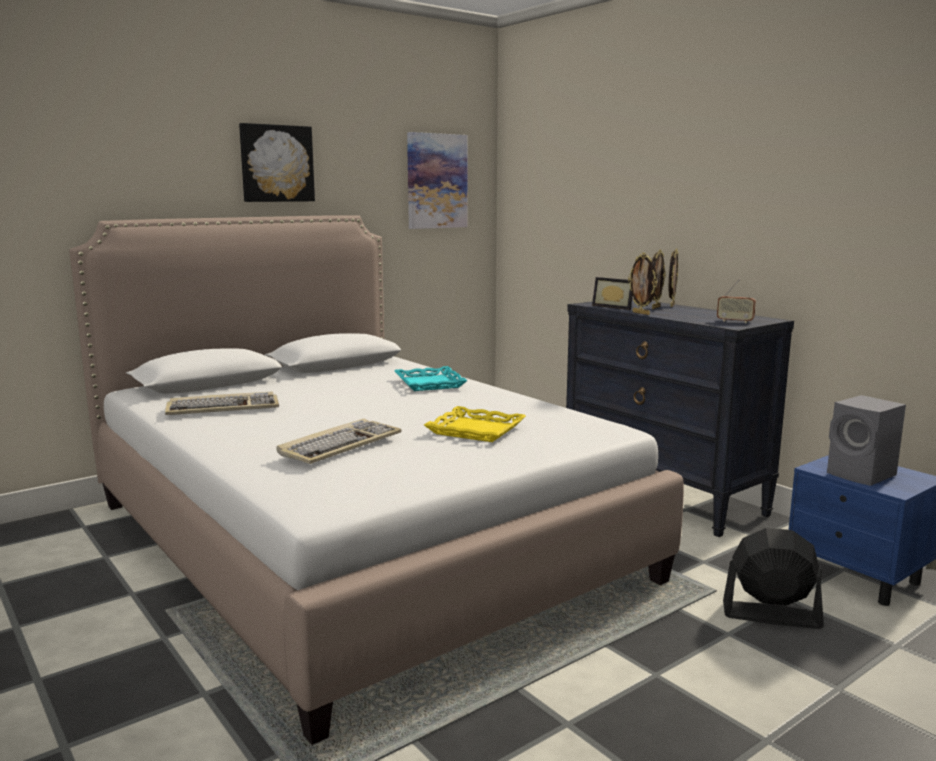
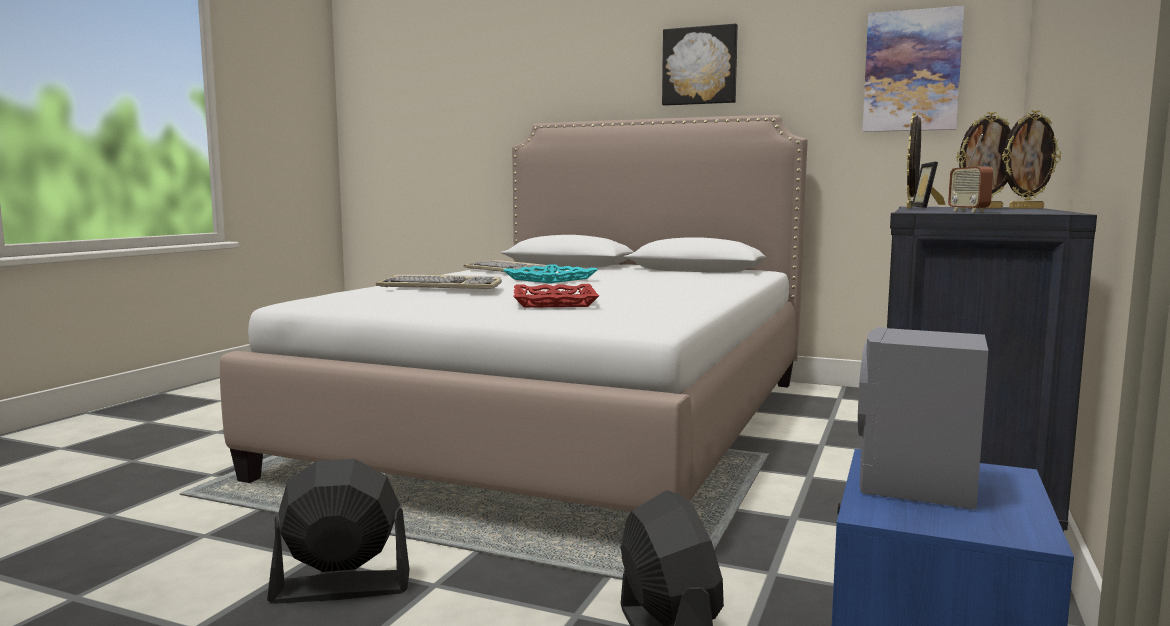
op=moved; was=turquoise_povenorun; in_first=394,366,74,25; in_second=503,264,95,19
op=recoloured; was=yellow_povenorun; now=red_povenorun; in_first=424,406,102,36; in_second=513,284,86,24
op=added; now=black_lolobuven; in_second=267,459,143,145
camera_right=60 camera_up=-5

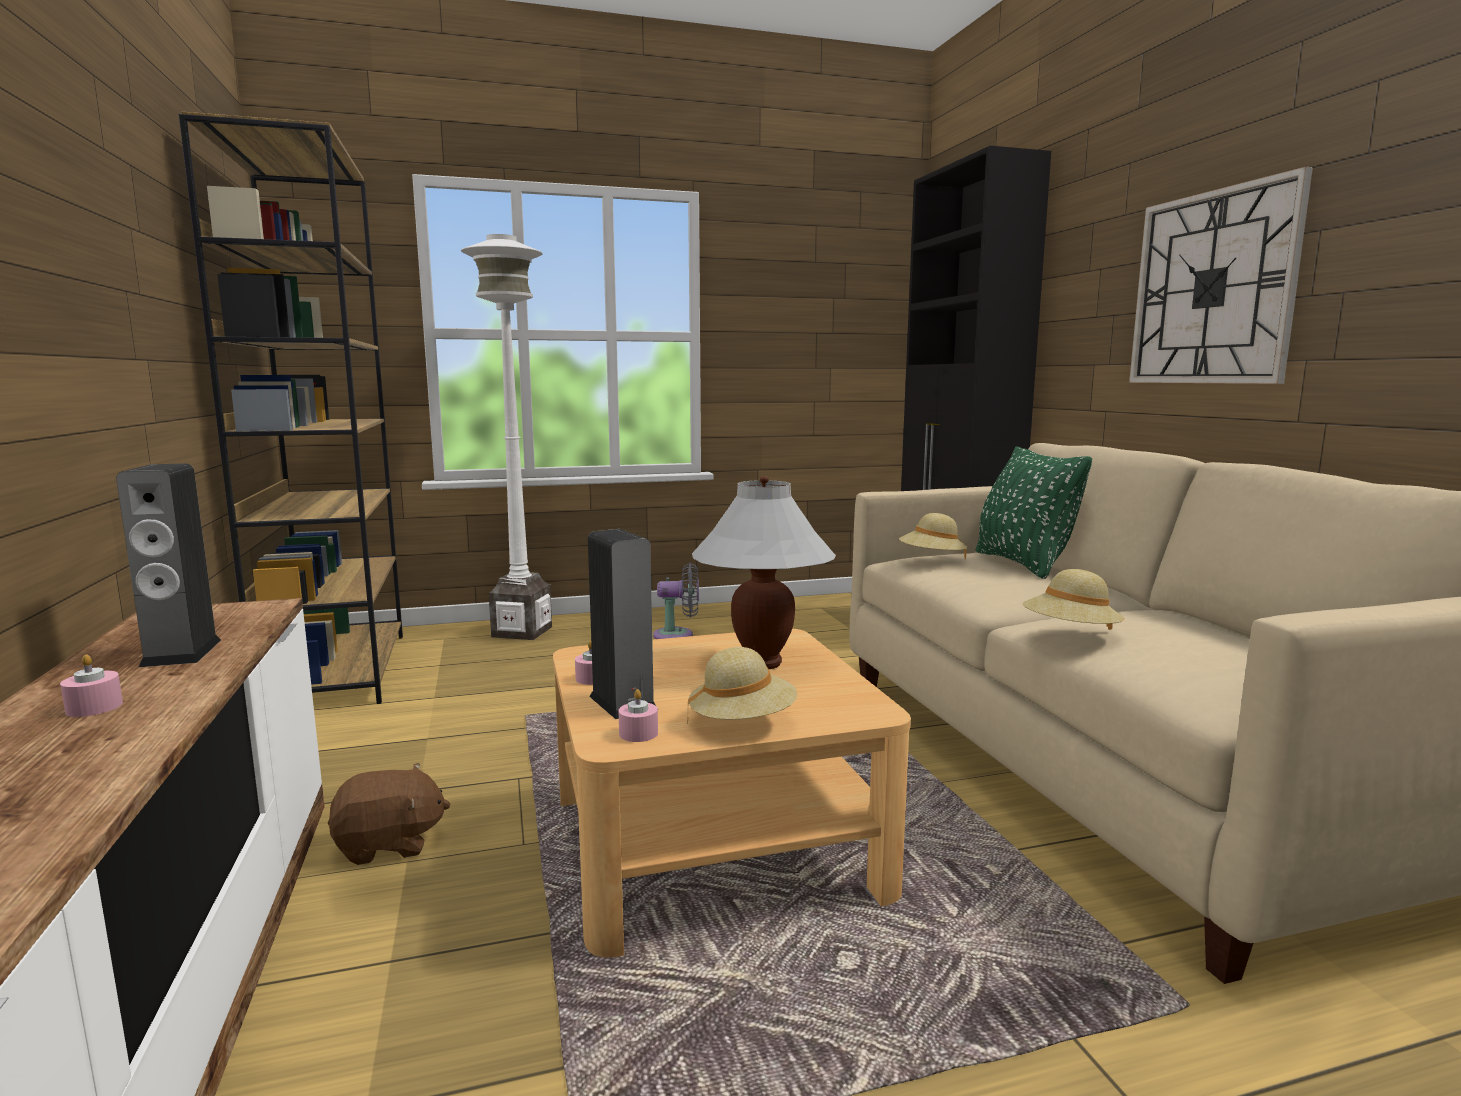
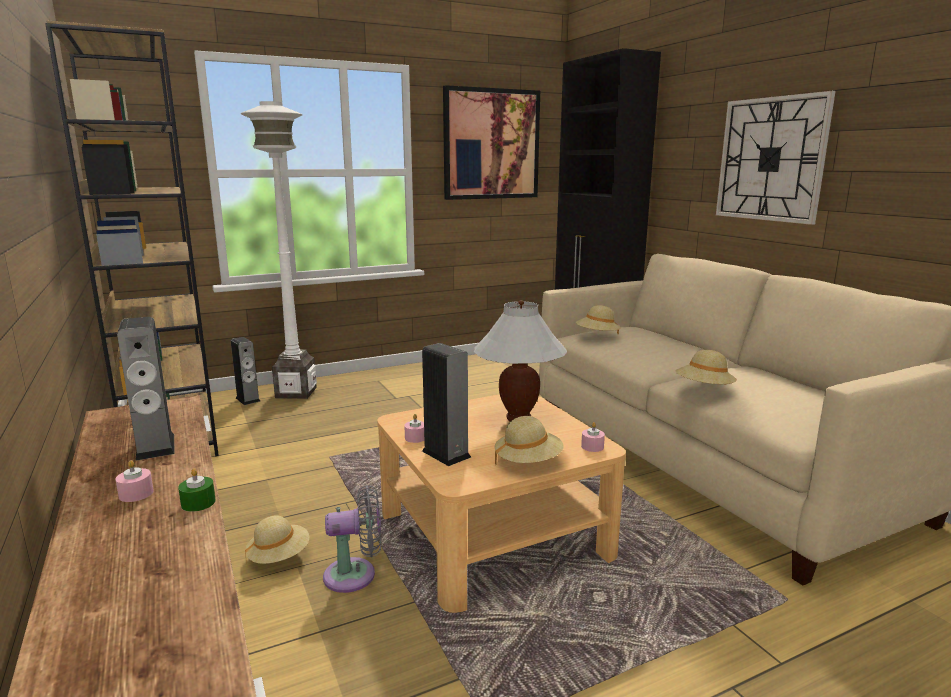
op=removed; was=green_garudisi; in_first=975,447,117,132
op=moved; was=grey_lolobuven; in_first=653,563,46,76; in_second=323,485,58,108
op=moved; was=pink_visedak; in_first=618,689,40,53; in_second=581,422,24,30
op=replaced; was=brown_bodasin; now=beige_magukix; in_first=328,763,122,102; in_second=245,515,65,49
op=added; now=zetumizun; in_second=443,85,97,115
op=added; now=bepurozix; in_second=231,337,29,68
op=added; now=green_visedak; in_second=178,468,38,44
camera_right=-10 camera_up=5

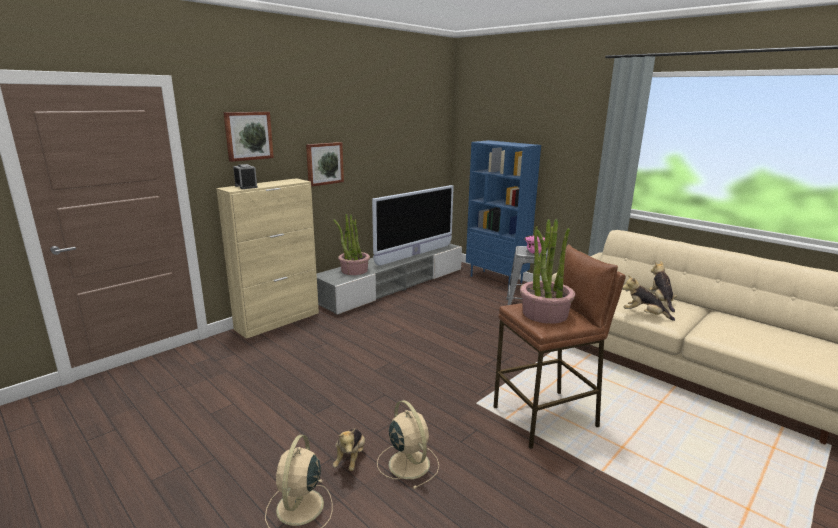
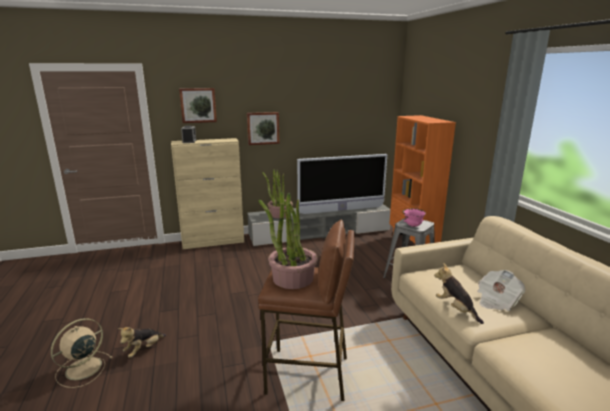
op=recoloured; was=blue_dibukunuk; now=orange_dibukunuk; in_first=466,140,75,148; in_second=389,115,67,129
op=replaced; was=bodasin; now=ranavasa; in_first=649,261,28,51; in_second=477,270,49,41
op=removed; was=beige_lolobuven; in_first=377,400,62,89
camera_right=30 camera_up=0

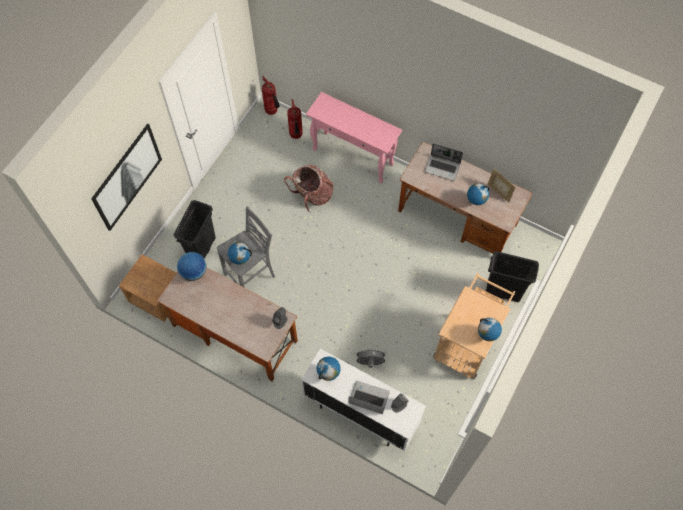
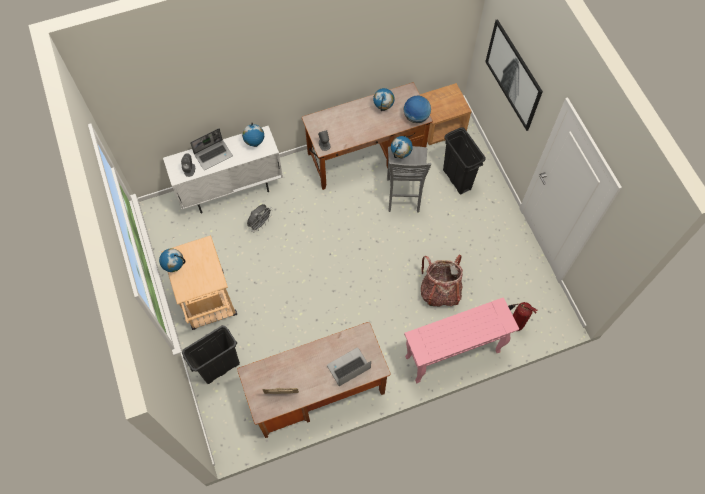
op=removed; was=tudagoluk; in_first=262,76,18,39
op=moved; was=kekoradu; in_first=467,183,22,22; in_second=373,88,21,23
camera_right=130 camera_up=0

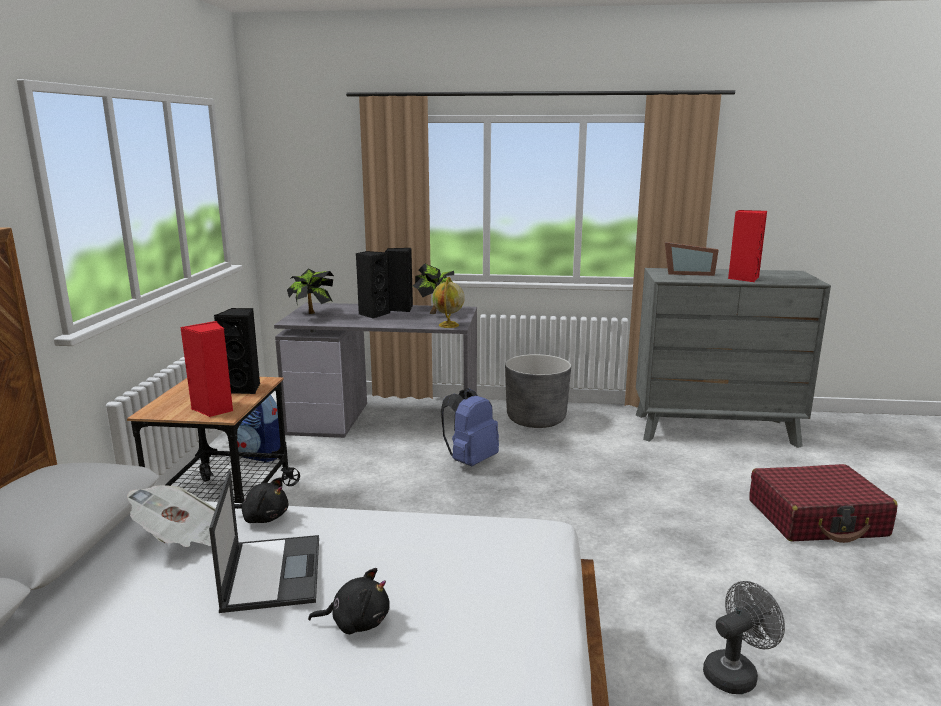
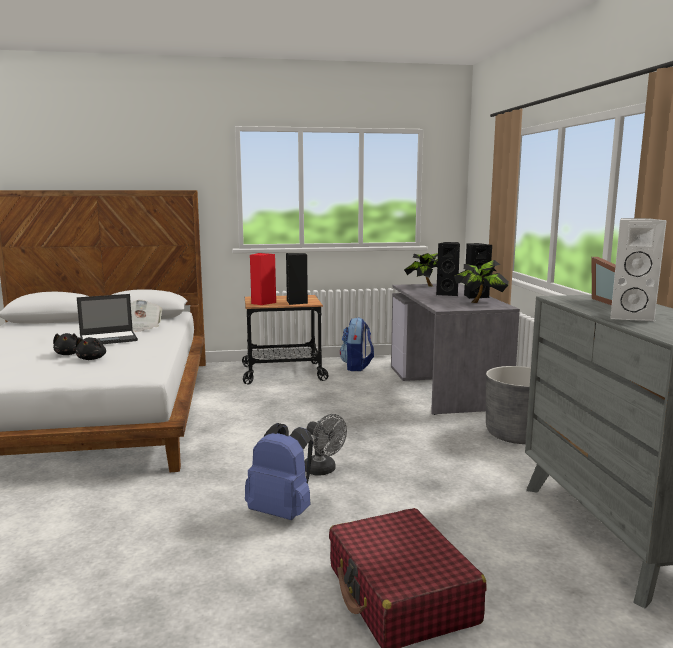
op=recoloured; was=red_bepurozix; now=white_bepurozix; in_first=728,210,39,72; in_second=610,218,57,103
op=removed; was=kekoradu; in_first=432,277,33,51
op=moved; was=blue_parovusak; in_first=441,388,58,78; in_second=245,423,68,97
op=moved; was=black_bodasin; in_first=234,477,54,46; in_second=76,337,30,23
op=moved; was=grey_lolobuven; in_first=703,581,82,113; in_second=304,414,43,61
camera_right=75 camera_up=-5

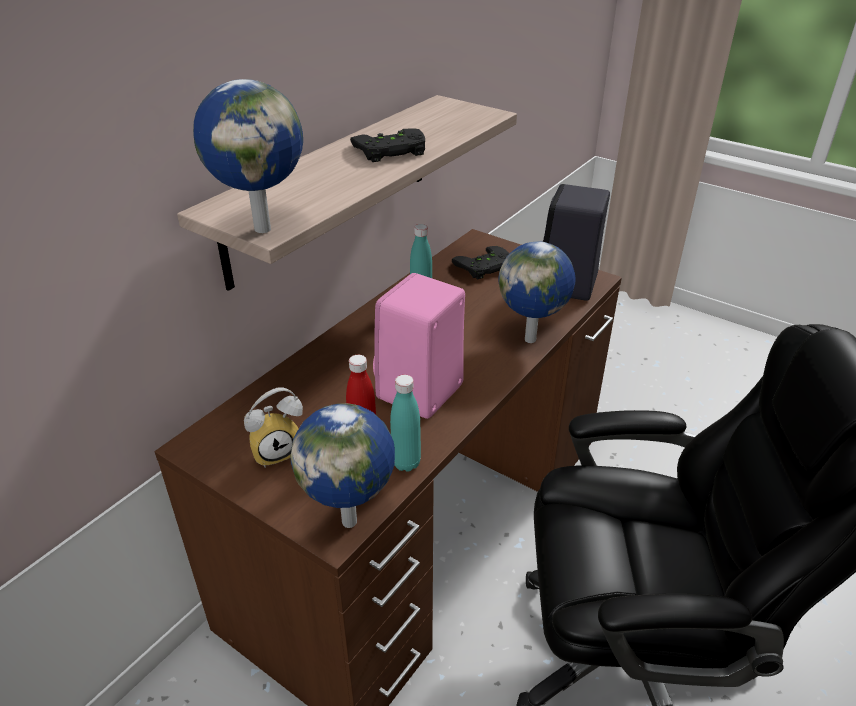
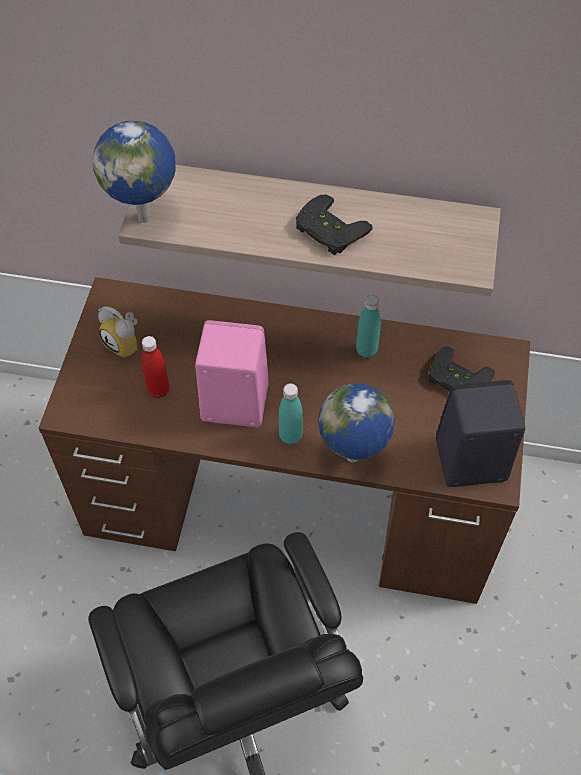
op=moved; was=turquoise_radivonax; in_first=390,375,31,97; in_second=279,383,24,62
op=removed; was=kekoradu; in_first=291,403,104,125
camera_right=65 camera_up=20

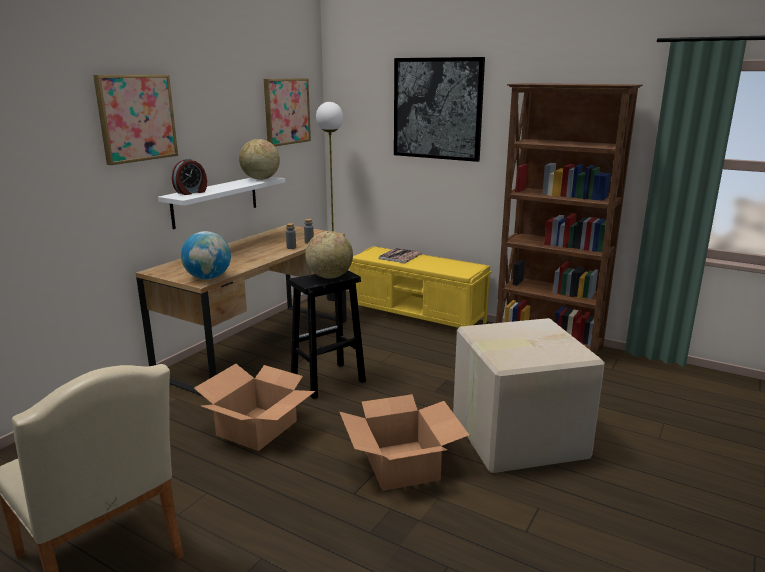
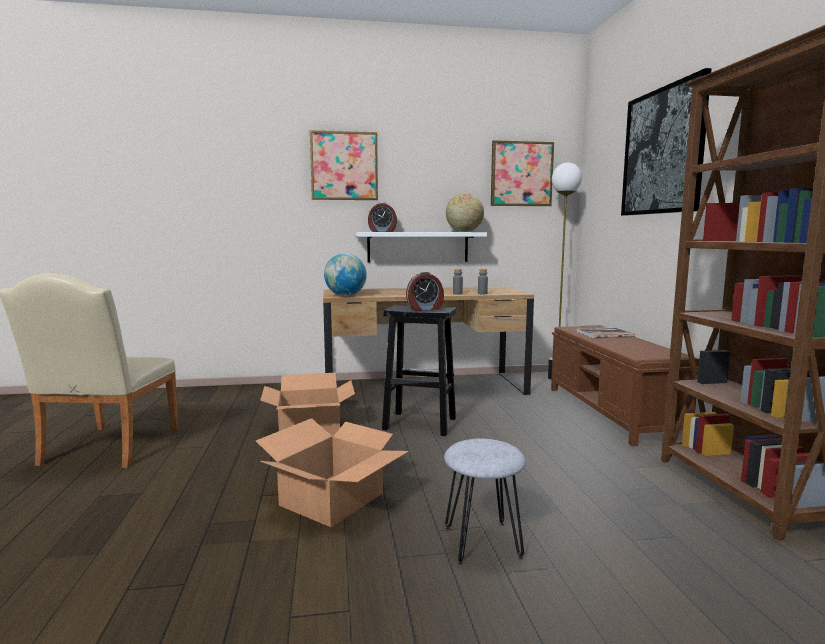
op=replaced; was=kekoradu; now=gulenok; in_first=305,231,48,48; in_second=406,272,38,39
op=recoloured; was=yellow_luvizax; now=brown_luvizax; in_first=350,246,142,82; in_second=551,325,148,121
op=replaced; was=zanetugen; now=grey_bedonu; in_first=453,318,152,155; in_second=444,439,82,126
camera_right=50 camera_up=-10

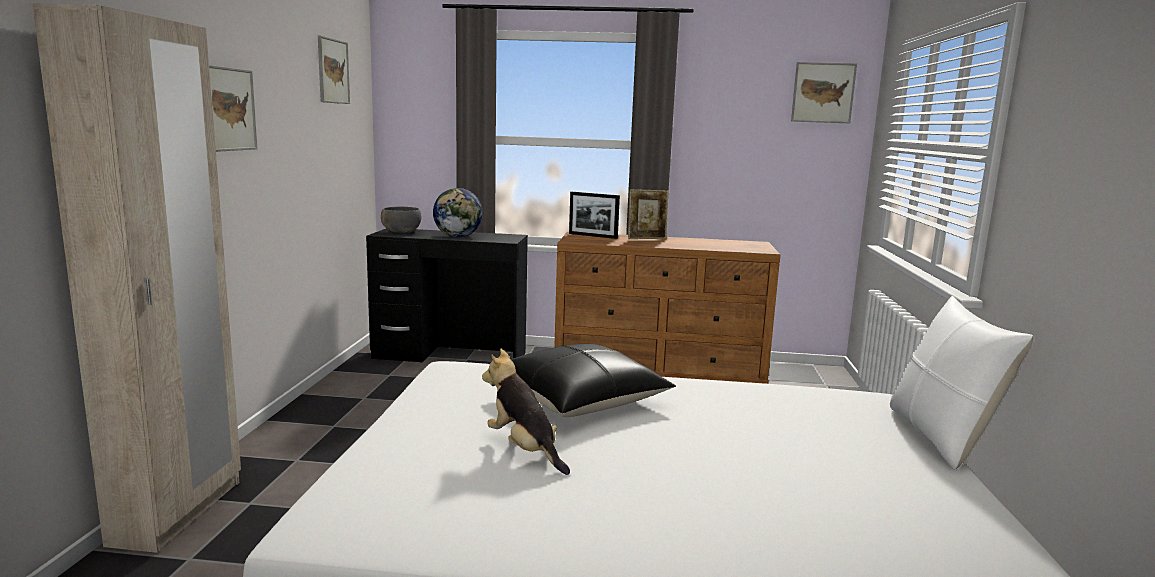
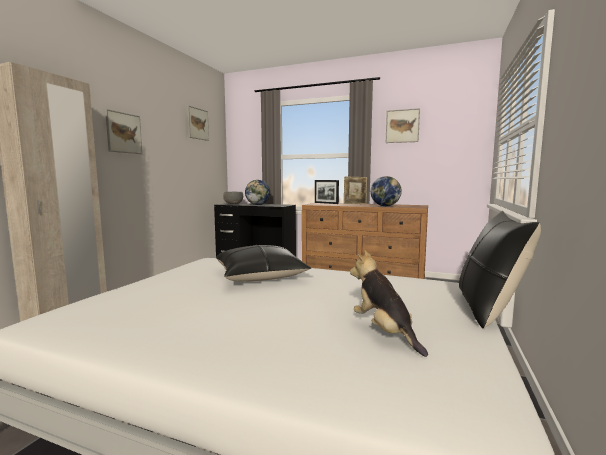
op=moved; was=zetumizun; in_first=791,62,66,61; in_second=386,108,34,35
op=recoloured; was=white_garudisi; now=black_garudisi; in_first=890,296,143,174; in_second=459,211,82,117
op=moved; was=bodasin; in_first=482,349,88,126; in_second=350,251,78,106
op=added; now=kekoradu; in_second=370,176,32,30
camera_right=15 camera_up=-5

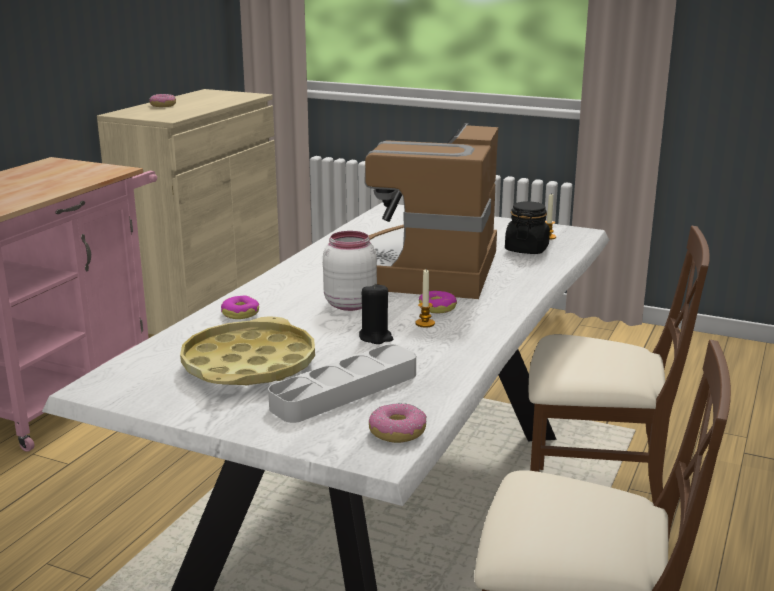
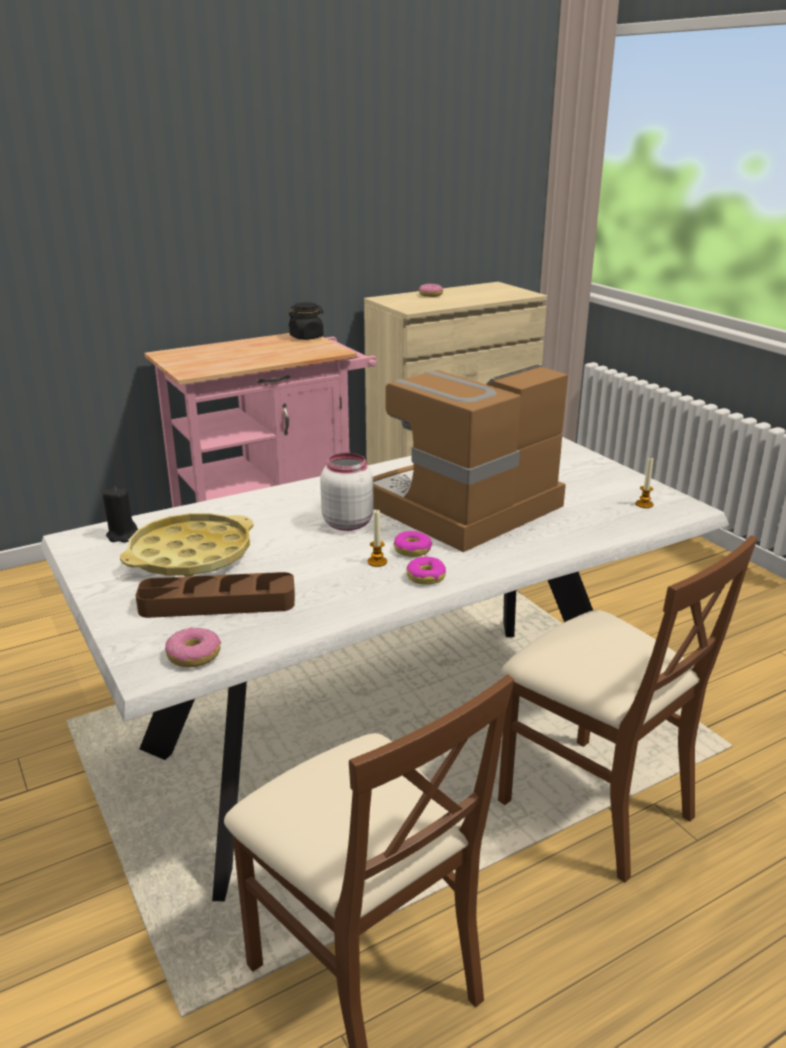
op=moved; was=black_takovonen; in_first=505,201,45,53; in_second=289,302,34,38
op=moved; was=black_visedak; in_first=359,283,34,61; in_second=103,487,35,55
op=moved; was=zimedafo; in_first=221,295,38,24; in_second=406,557,40,28
op=recoloured; was=grey_povenorun; now=brown_povenorun; in_first=268,344,148,79; in_second=135,572,160,46
camera_right=35 camera_up=5

